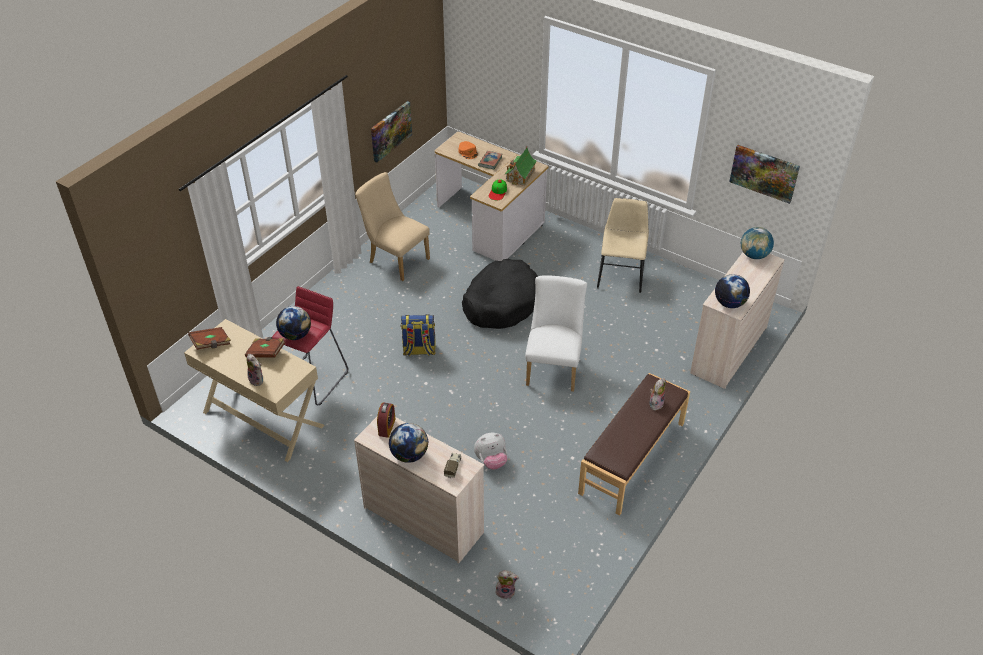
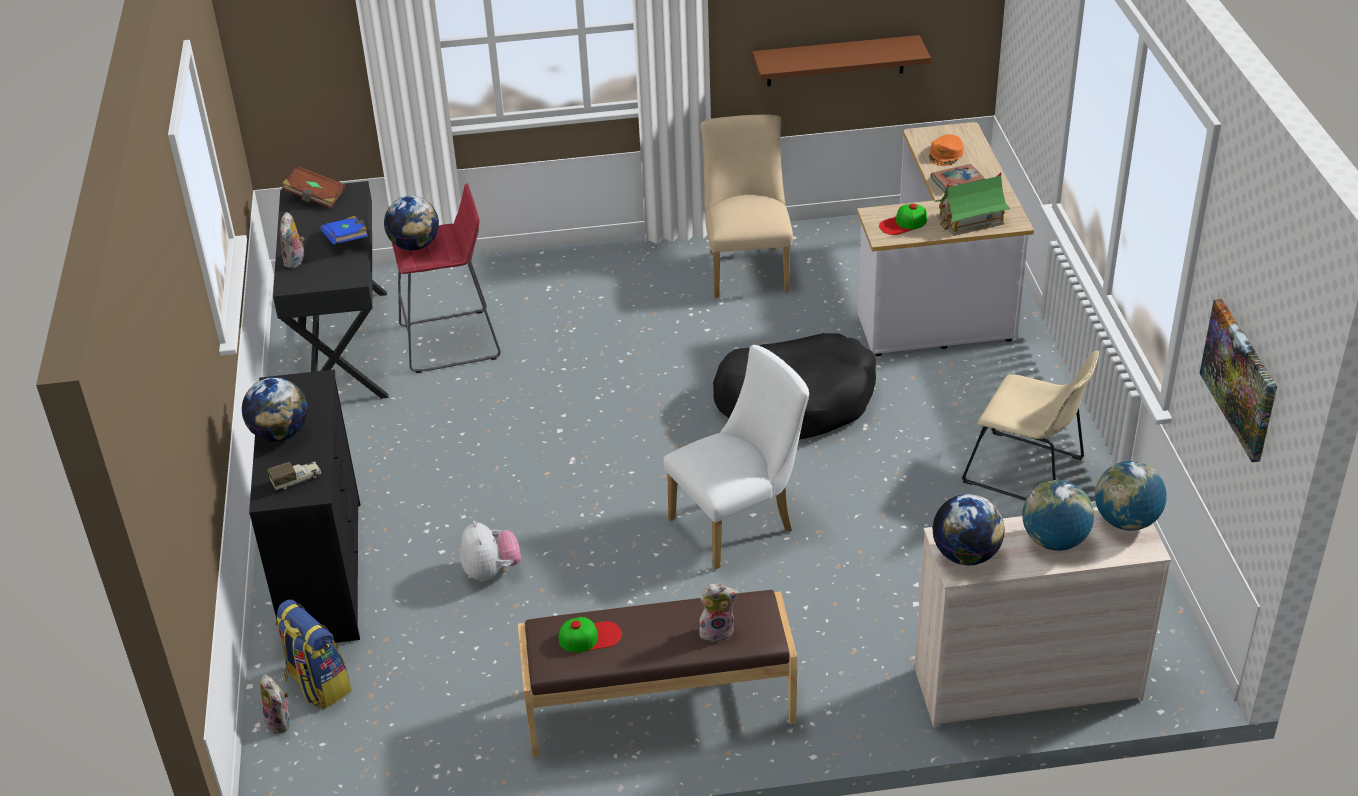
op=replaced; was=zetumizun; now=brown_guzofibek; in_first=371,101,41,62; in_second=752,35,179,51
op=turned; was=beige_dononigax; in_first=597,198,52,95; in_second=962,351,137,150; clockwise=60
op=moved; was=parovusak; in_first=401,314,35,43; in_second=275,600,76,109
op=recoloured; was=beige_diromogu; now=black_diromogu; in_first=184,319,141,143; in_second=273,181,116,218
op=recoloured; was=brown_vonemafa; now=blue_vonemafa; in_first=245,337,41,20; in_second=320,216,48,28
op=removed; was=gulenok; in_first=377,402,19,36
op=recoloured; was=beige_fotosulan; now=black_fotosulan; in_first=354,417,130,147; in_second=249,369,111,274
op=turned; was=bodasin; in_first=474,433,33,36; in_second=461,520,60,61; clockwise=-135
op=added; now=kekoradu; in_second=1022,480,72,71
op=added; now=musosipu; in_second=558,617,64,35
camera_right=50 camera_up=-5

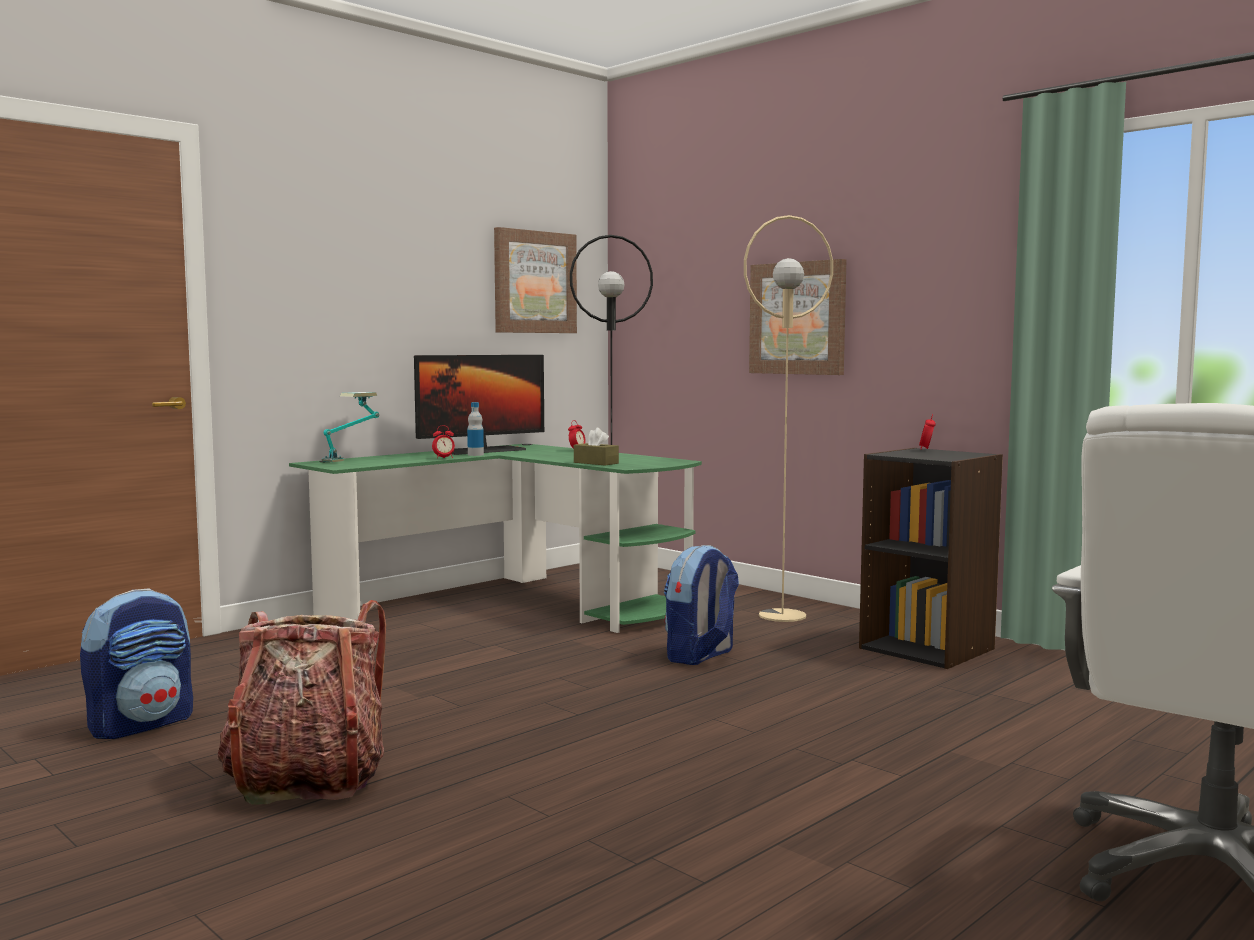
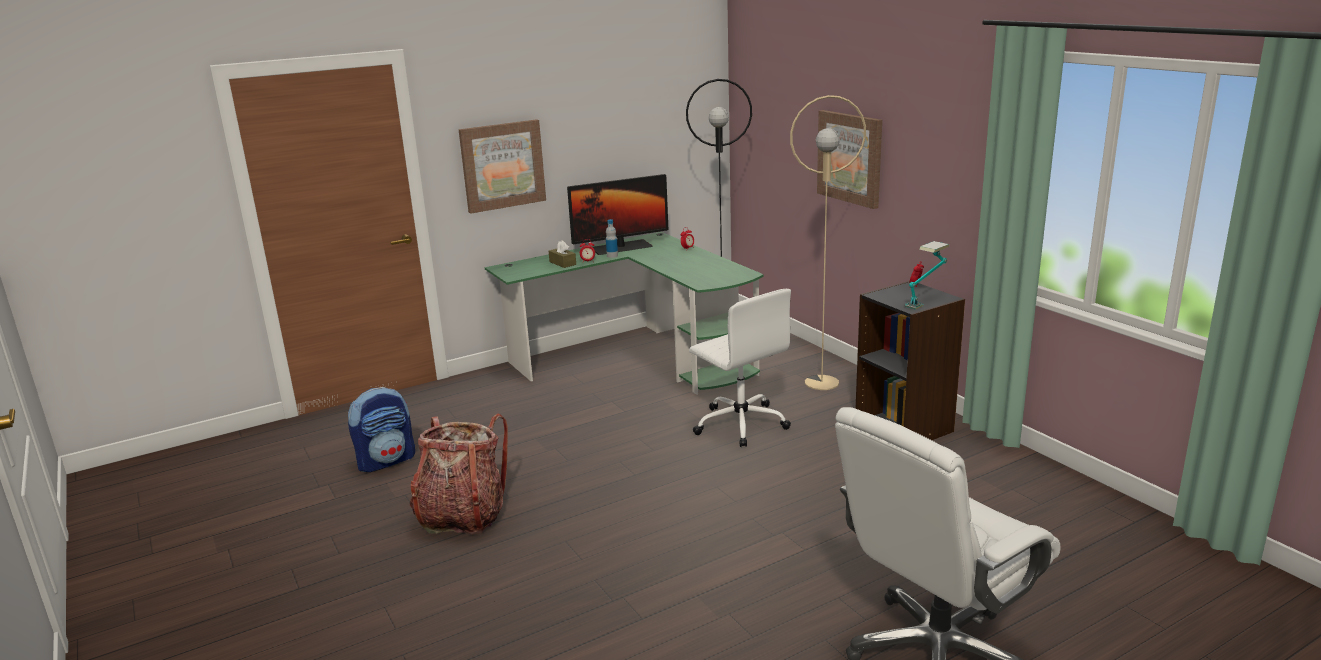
op=moved; was=zetumizun; in_first=494,227,83,106; in_second=459,119,87,95
op=moved; was=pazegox; in_first=322,392,57,70; in_second=905,241,45,69
op=moved; was=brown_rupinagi; in_first=574,428,45,37; in_second=549,240,27,28
op=replaced; was=parovusak; now=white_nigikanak; in_first=664,545,75,120; in_second=689,289,102,158
camera_right=15 camera_up=15

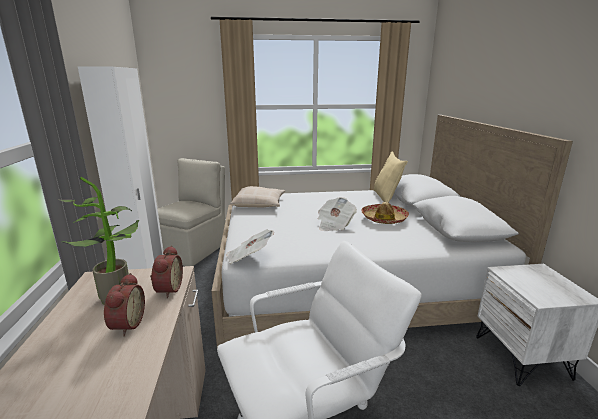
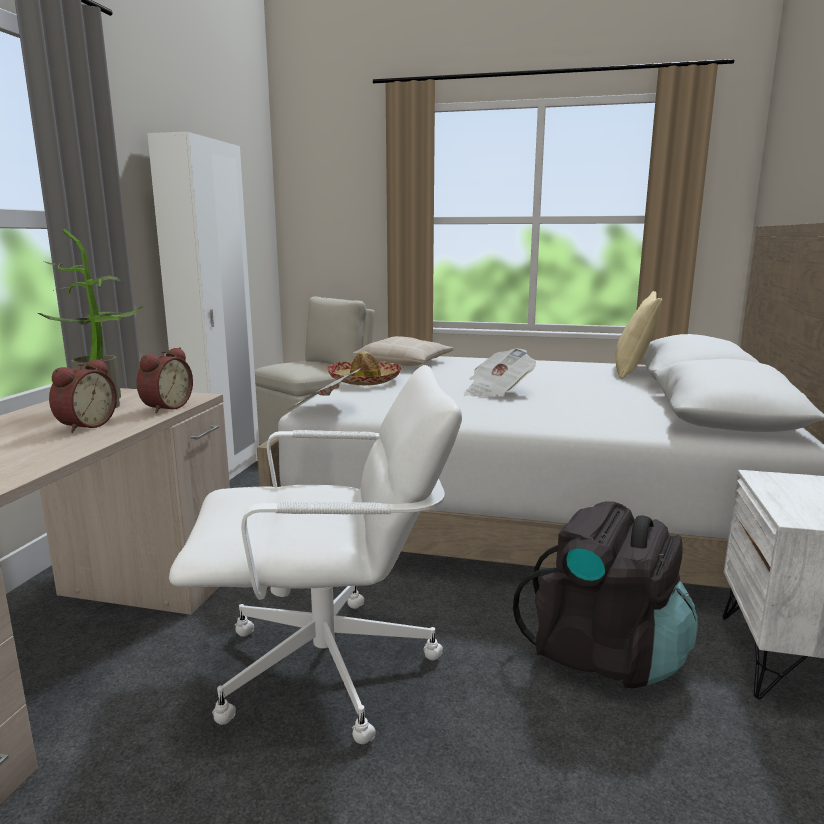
op=moved; was=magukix; in_first=361,202,48,22; in_second=326,351,76,34
op=added; now=black_parovusak; in_second=513,501,185,187
camera_right=20 camera_up=-5

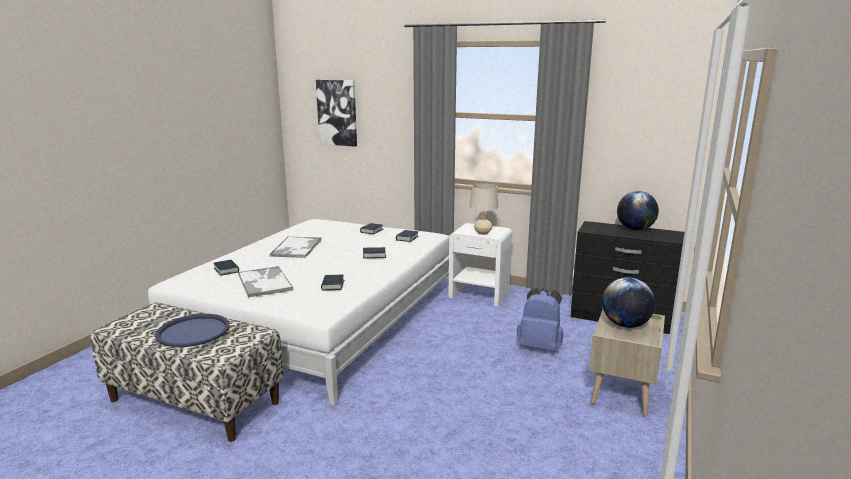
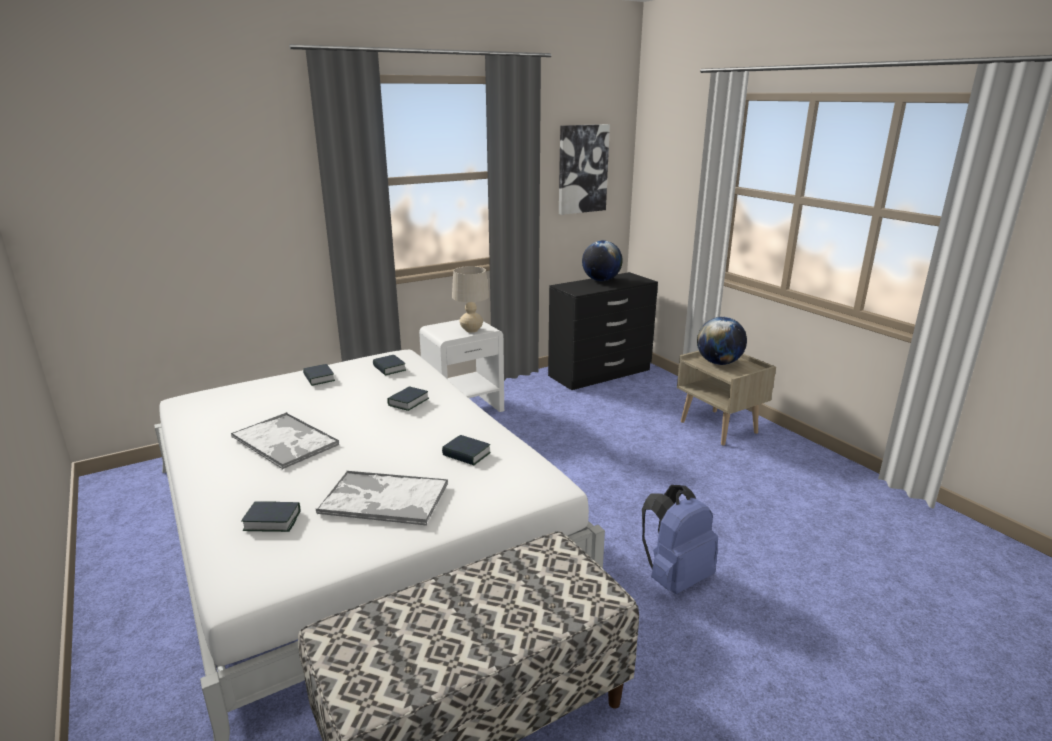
op=moved; was=zetumizun; in_first=316,80,41,67; in_second=559,124,51,91
op=moved; was=blue_parovusak; in_first=516,287,47,65; in_second=642,485,76,109
op=removed; was=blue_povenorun; in_first=155,314,75,33
camera_right=-55 camera_up=5

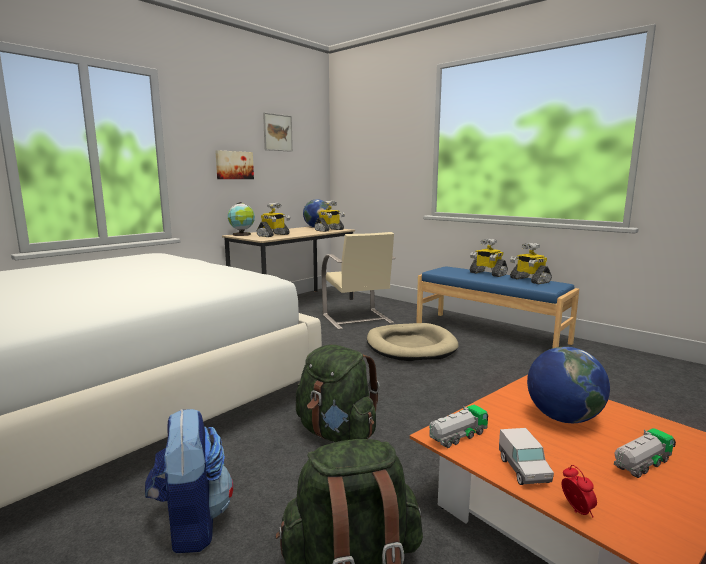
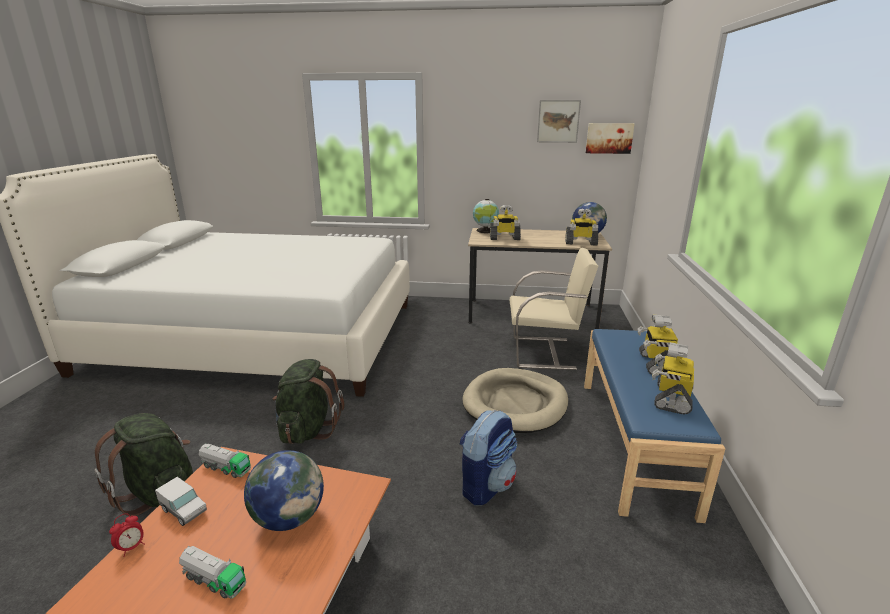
op=moved; was=zetumizun; in_first=215,150,39,29; in_second=586,123,49,31
op=turned; was=beige_dononigax; in_first=322,232,74,98; in_second=510,248,88,122; clockwise=-120
op=moved; was=parovusak; in_first=145,409,88,144; in_second=460,410,57,95
op=turned; was=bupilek; in_first=499,428,55,57; in_second=155,477,52,49; clockwise=-105
camera_right=55 camera_up=10

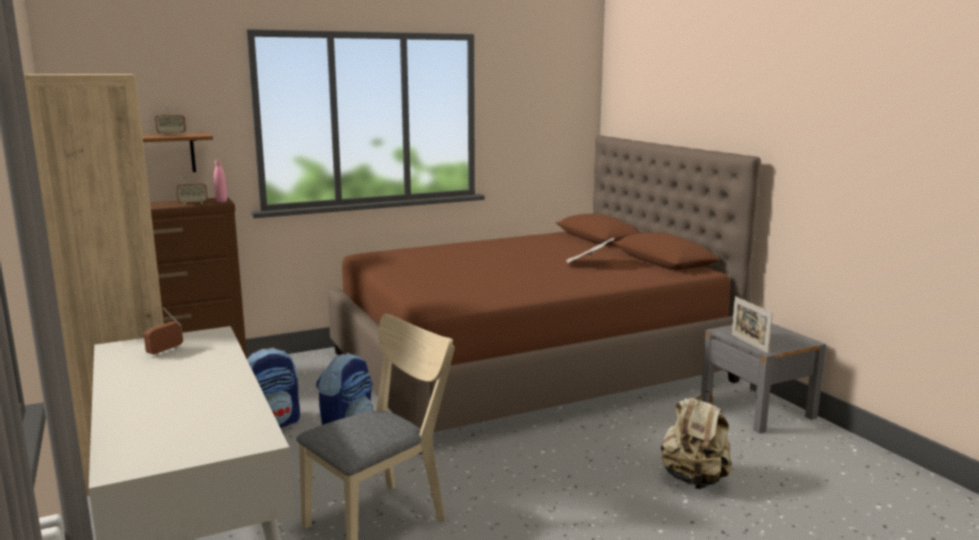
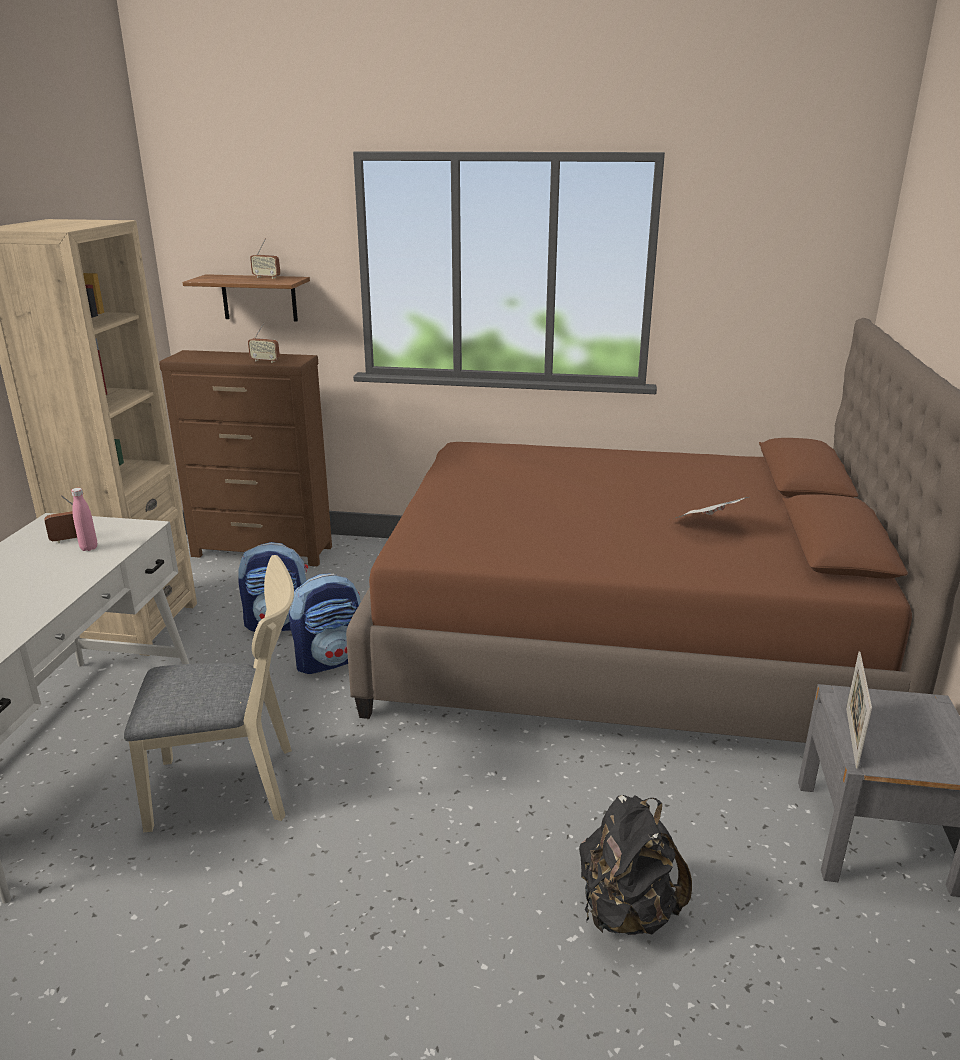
op=moved; was=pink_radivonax; in_first=214,160,13,42; in_second=71,488,26,63
op=recoloured; was=beige_parovusak; now=black_parovusak; in_first=661,391,71,98; in_second=579,795,113,140
camera_right=35 camera_up=10

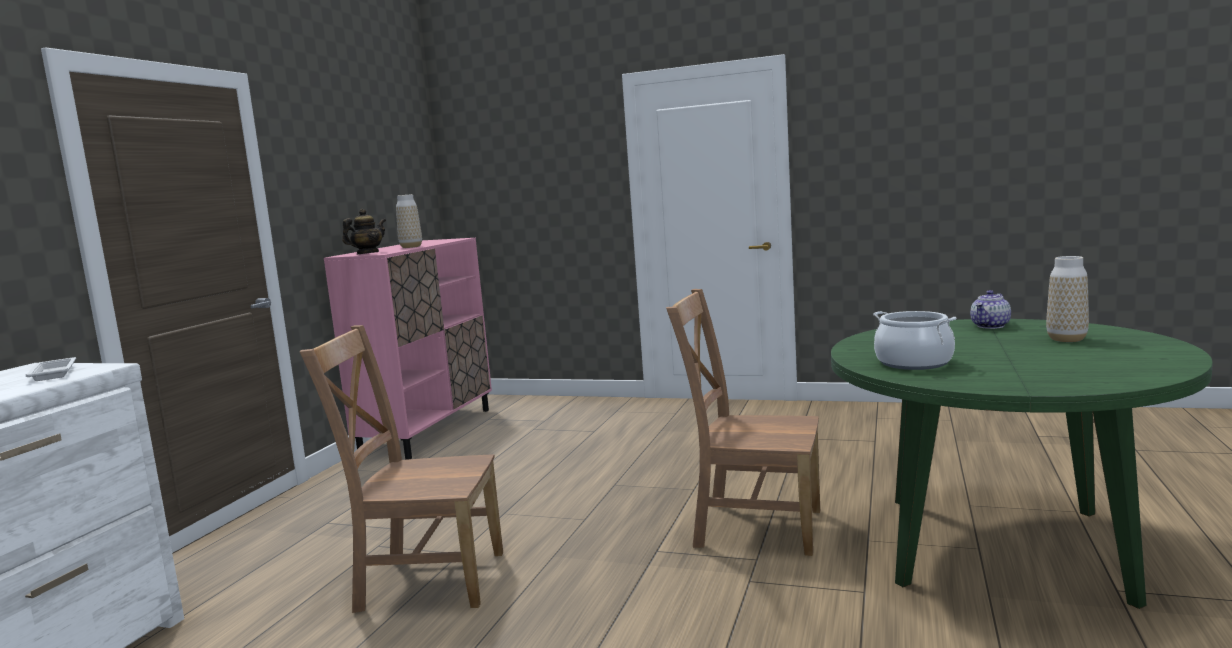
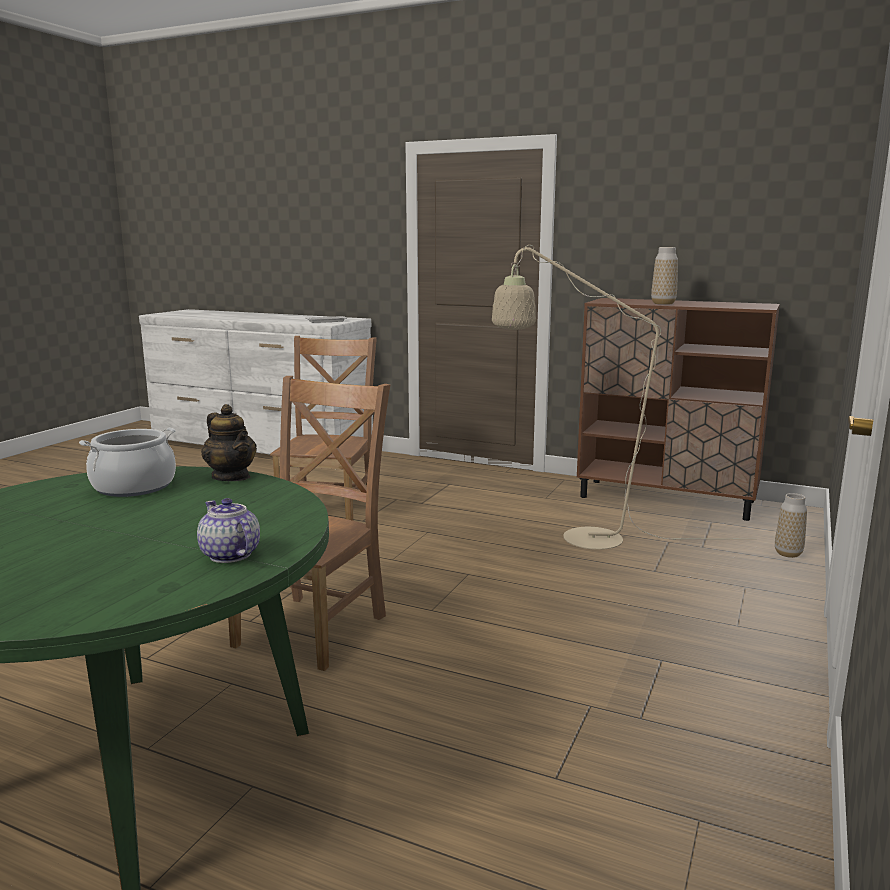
op=moved; was=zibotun; in_first=342,209,44,46; in_second=201,404,56,77
op=recoloured; was=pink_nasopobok; now=brown_nasopobok; in_first=324,238,168,222; in_second=577,298,203,223
op=moved; was=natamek; in_first=1046,256,43,86; in_second=775,493,32,65
op=added; now=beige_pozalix; in_second=492,245,216,305
camera_right=95 camera_up=5

